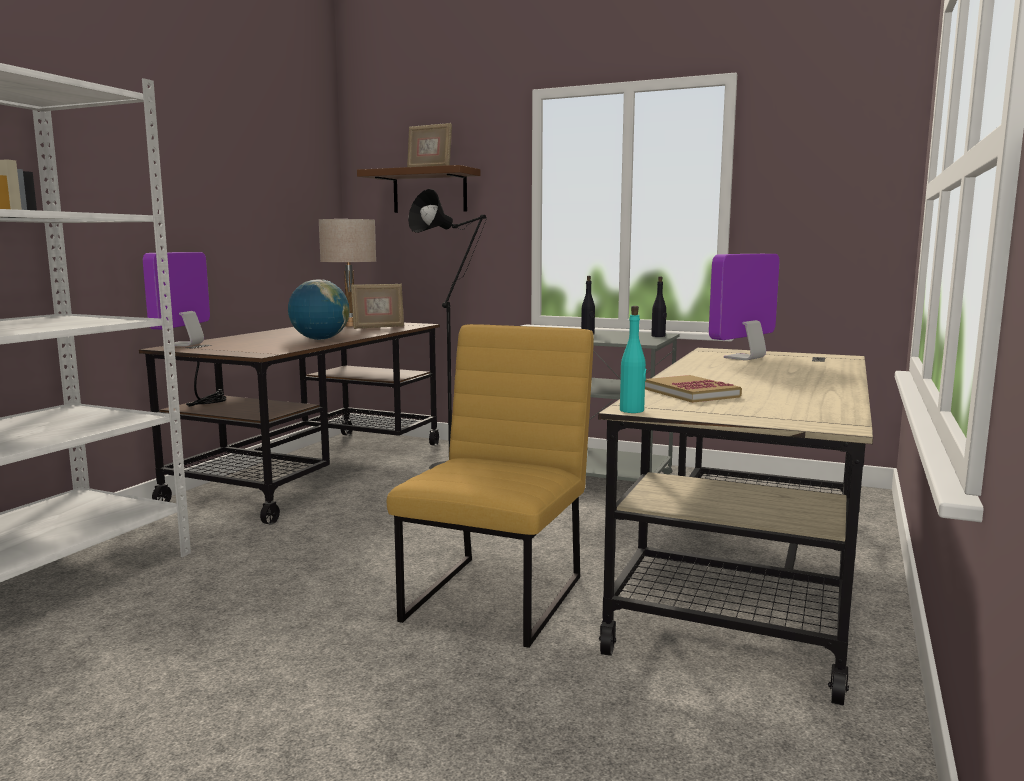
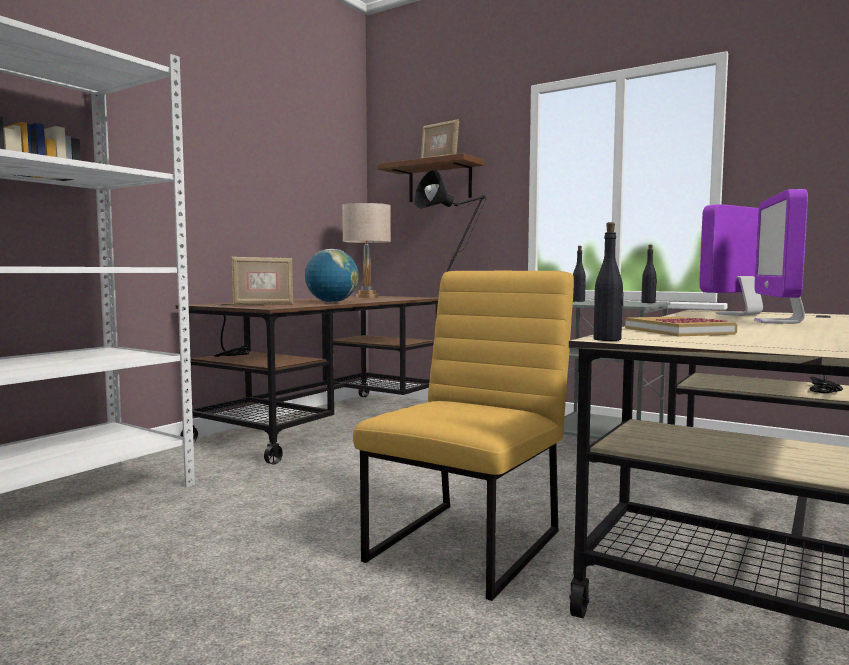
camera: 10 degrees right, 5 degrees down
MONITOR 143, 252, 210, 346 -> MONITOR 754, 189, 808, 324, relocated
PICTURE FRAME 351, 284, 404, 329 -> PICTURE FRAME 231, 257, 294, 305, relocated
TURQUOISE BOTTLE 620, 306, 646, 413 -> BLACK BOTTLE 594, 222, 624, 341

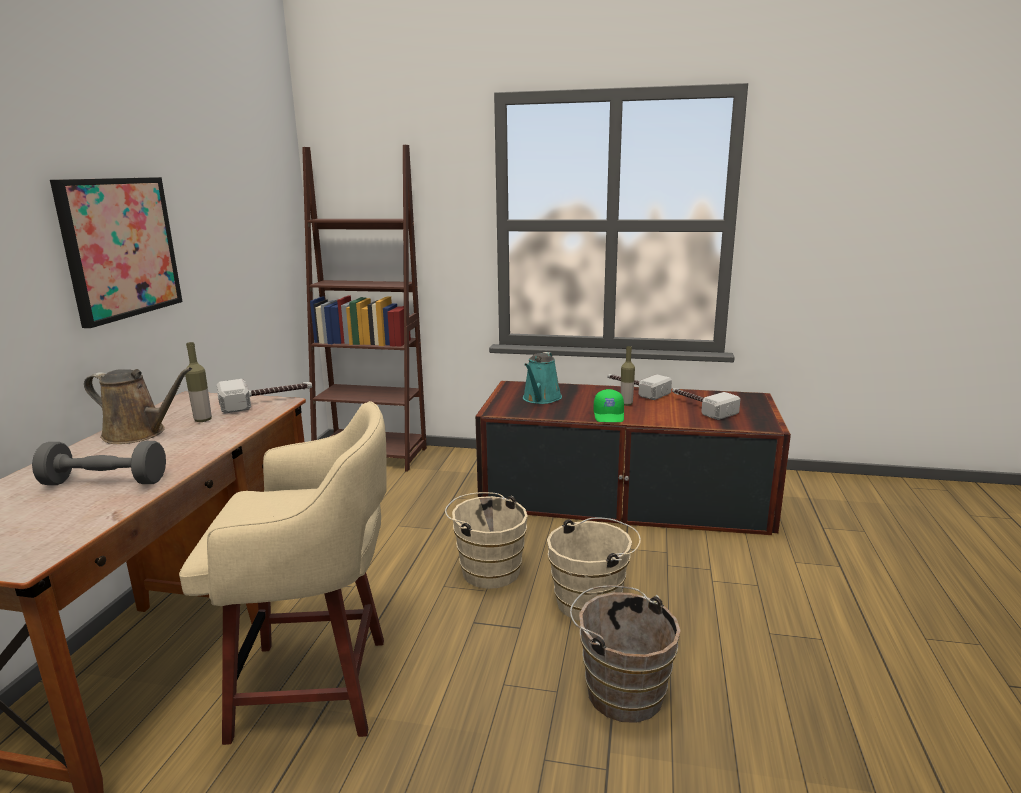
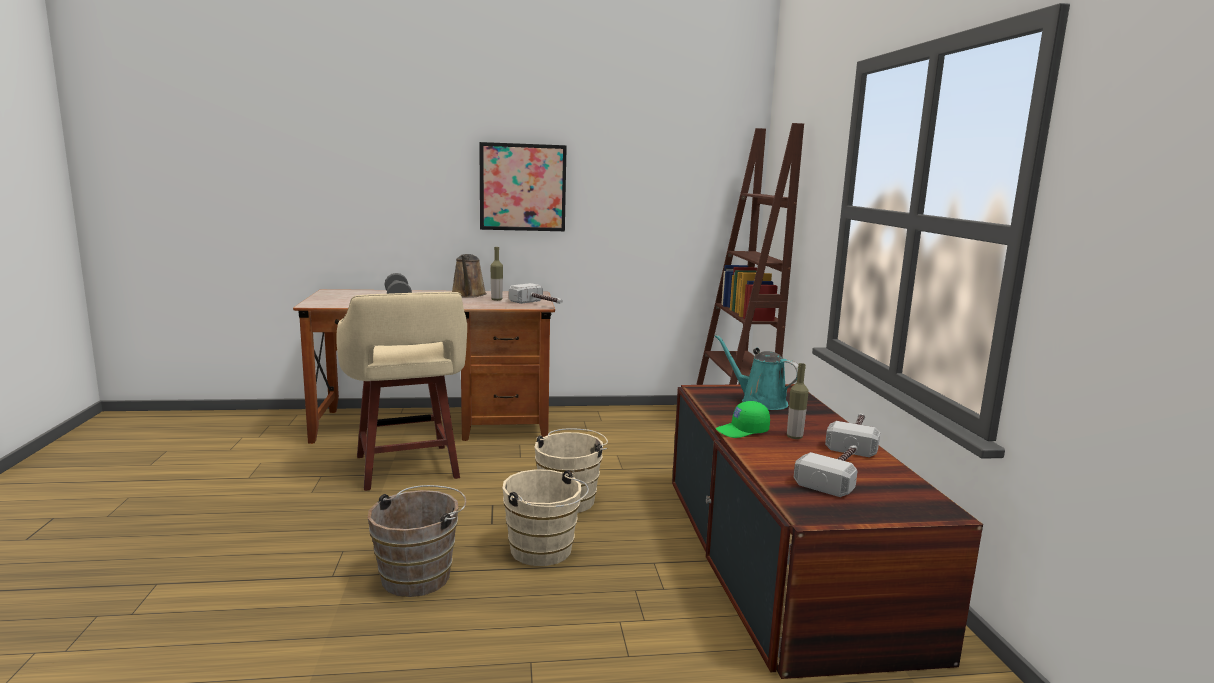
camera: 70 degrees right, 5 degrees down
TURQUOISE WATERING CAN 523, 352, 562, 404 -> TURQUOISE WATERING CAN 715, 335, 798, 410, 45 degrees clockwise

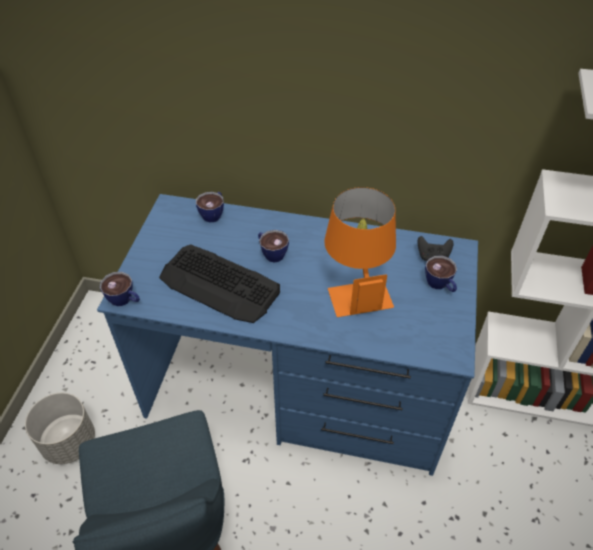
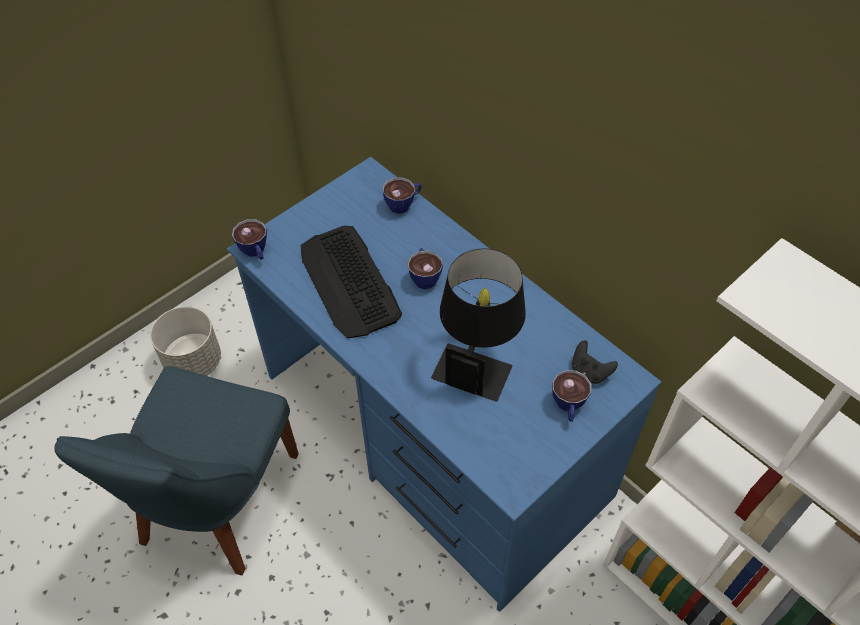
camera: 35 degrees right, 5 degrees up
ORANGE TABLE LAMP 325, 187, 396, 317 -> BLACK TABLE LAMP 431, 248, 526, 402

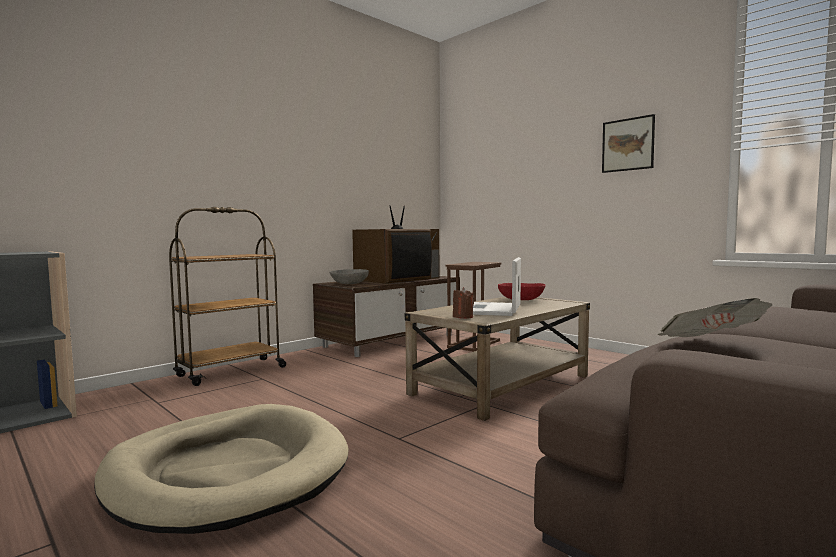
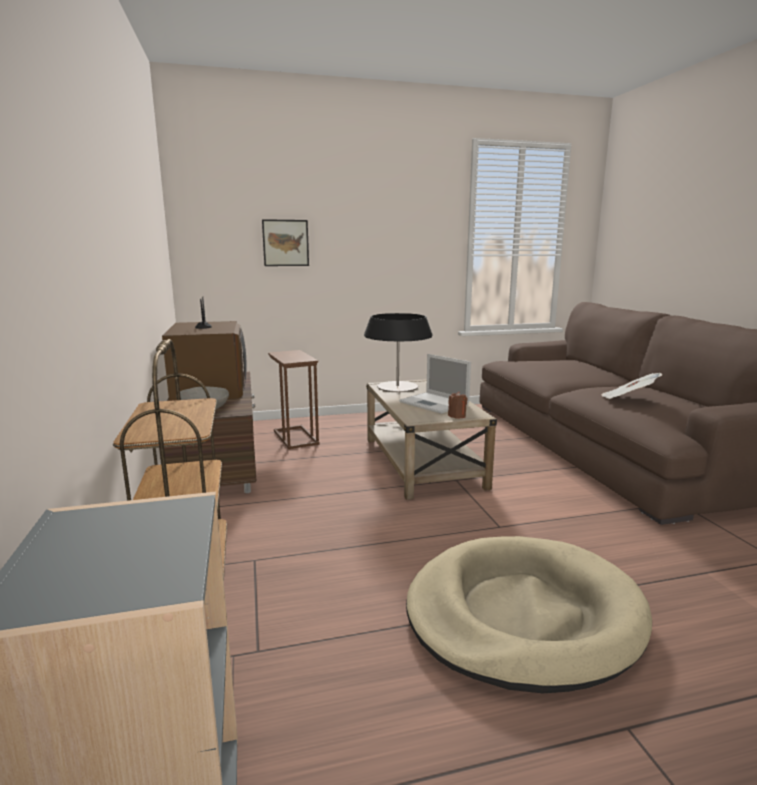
camera: 60 degrees left, 10 degrees up
PICTURE 602, 114, 655, 173 -> PICTURE 262, 219, 309, 266, relocated
RED BOWL 498, 283, 546, 300 -> TABLE LAMP 364, 313, 432, 393

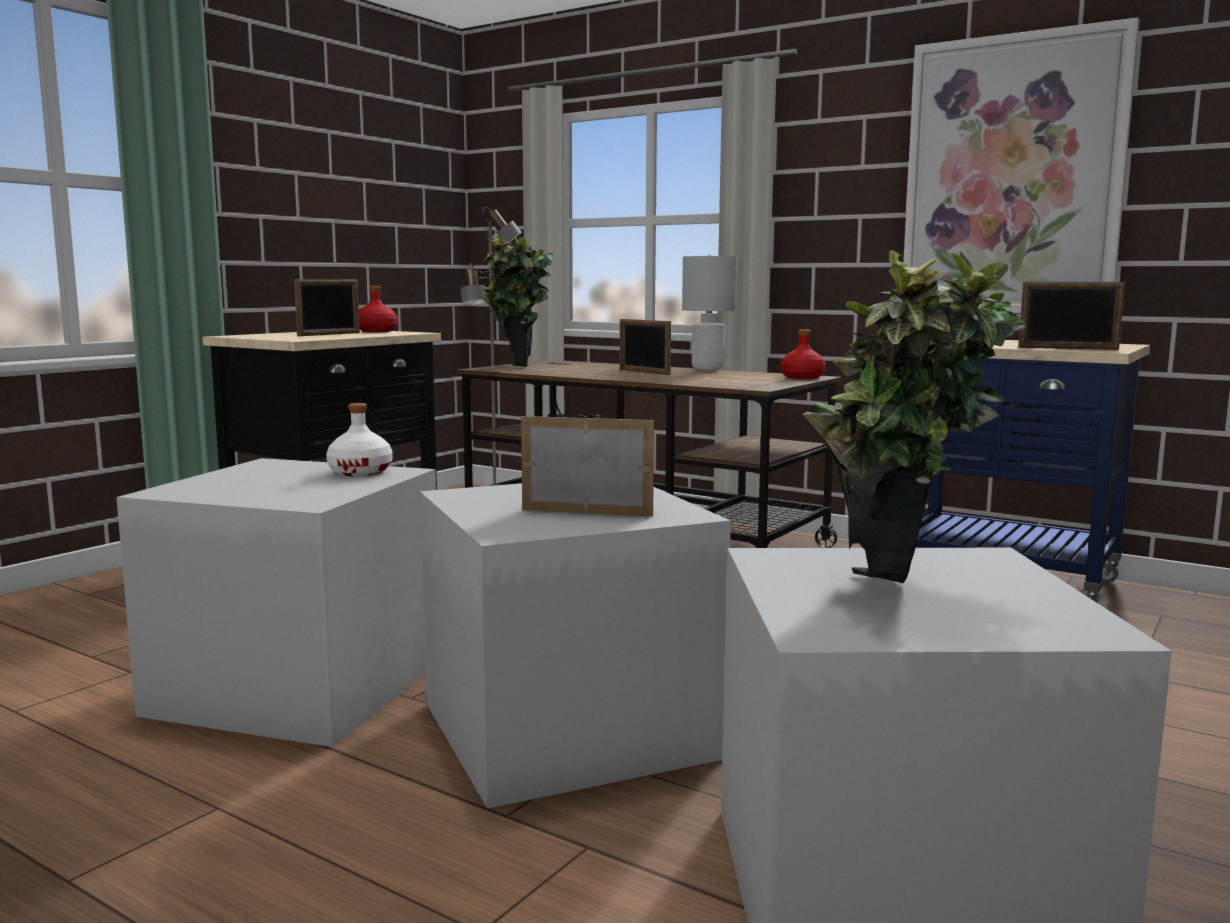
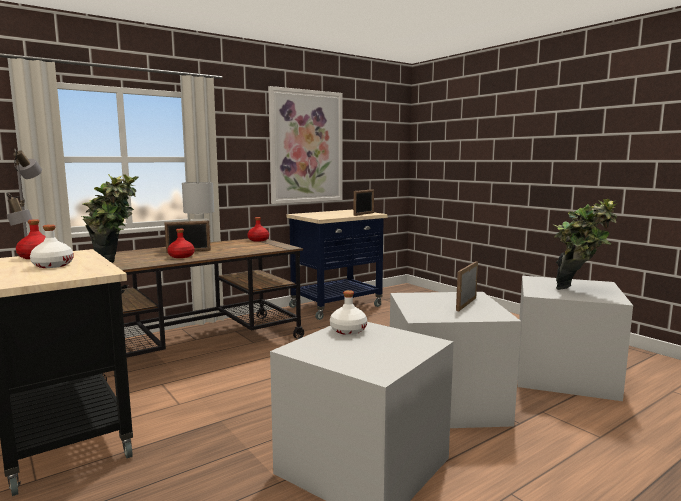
camera: 70 degrees left, 0 degrees up
PICTURE FRAME 294, 279, 360, 336 -> WHITE BOTTLE 30, 225, 74, 268
none -> RED BOTTLE 167, 229, 195, 258

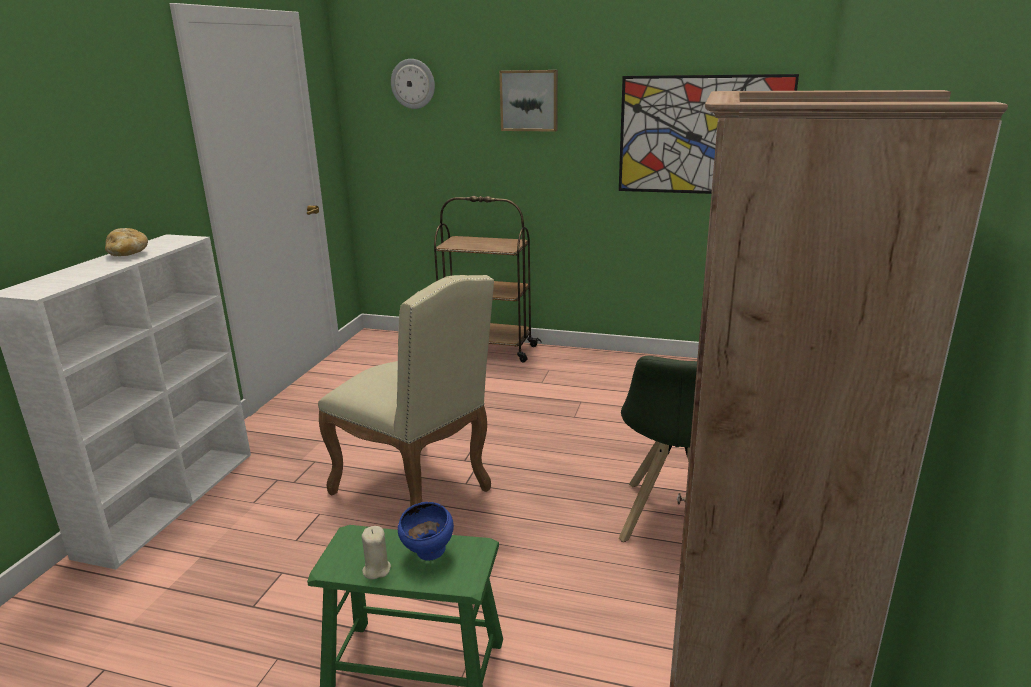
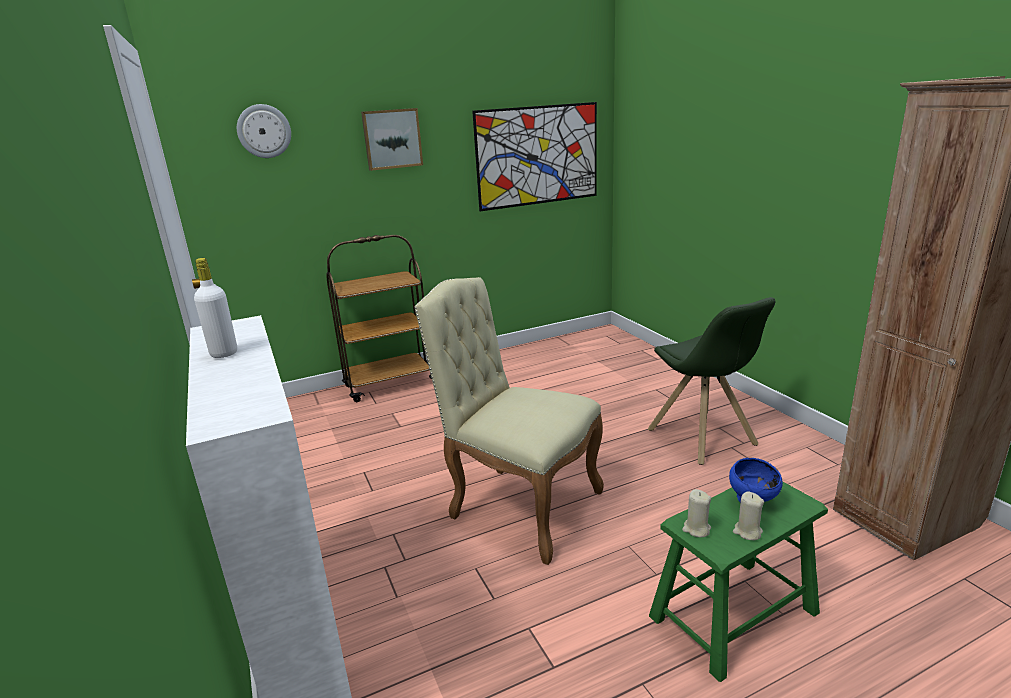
camera: 40 degrees left, 0 degrees up
BREAD 105, 228, 148, 256 -> WHITE BOTTLE 194, 258, 237, 358
BEIGE CHAIR 318, 275, 494, 507 -> BEIGE CHAIR 414, 277, 604, 565, 150 degrees counterclockwise
none -> BEIGE CANDLE 682, 489, 711, 537

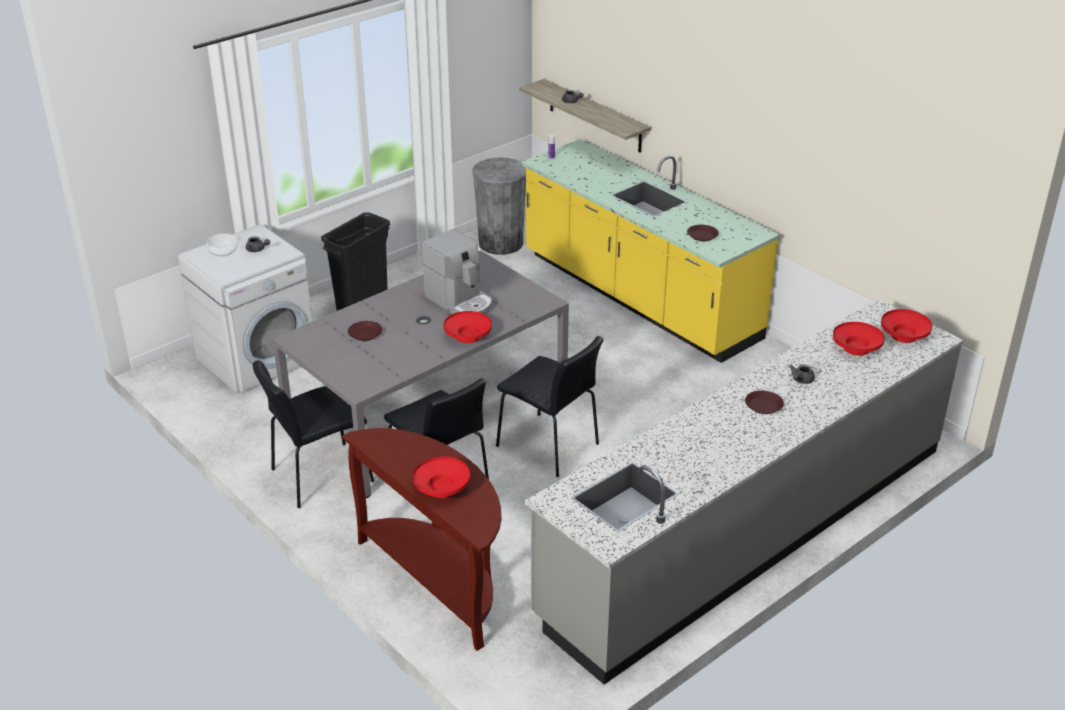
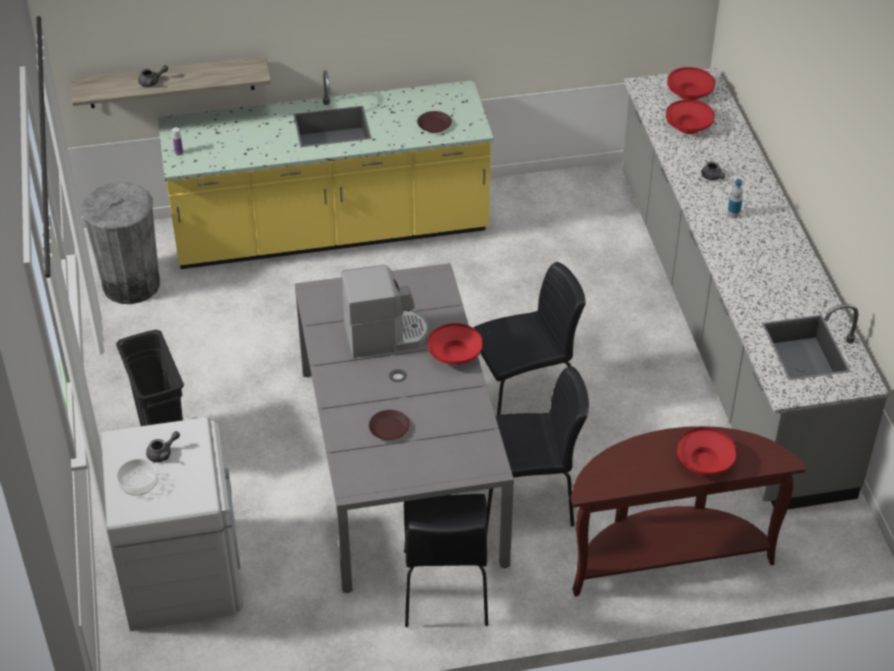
camera: 60 degrees left, 10 degrees up
BROWN PLATE 745, 391, 784, 414 -> BOTTLE 727, 179, 743, 218

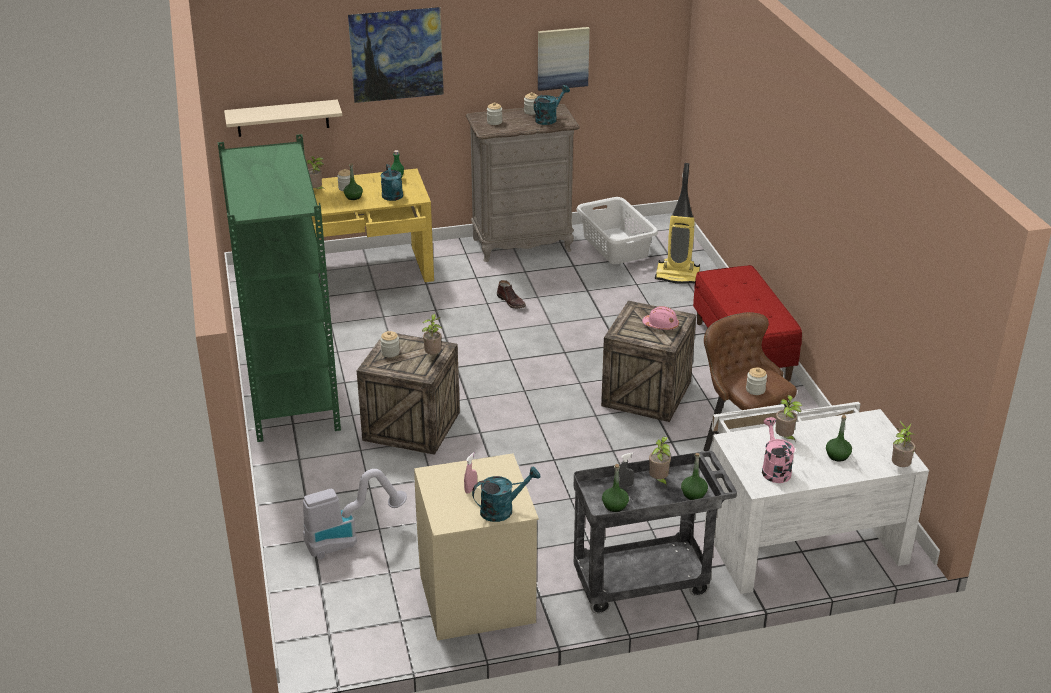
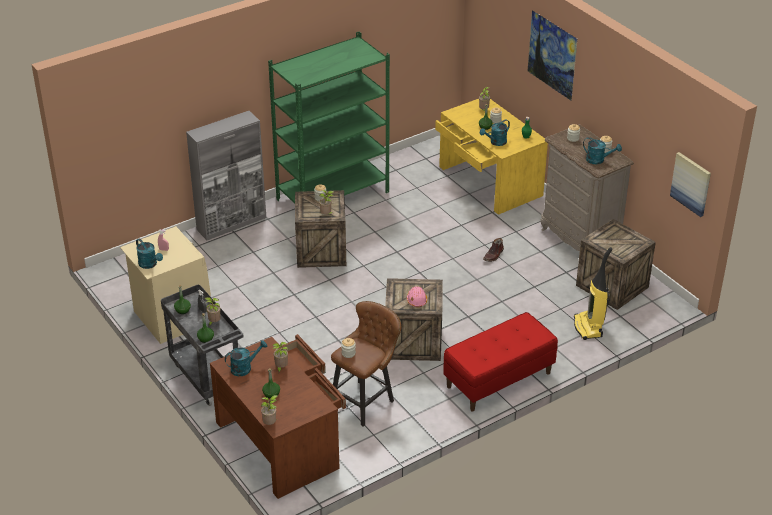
camera: 70 degrees right, 5 degrees up
PICTURE 538, 27, 590, 91 -> PICTURE 670, 152, 711, 217, relocated
BEIGE SHELF 224, 99, 342, 137 -> none
WHITE LAUNDRY BASKET 576, 197, 658, 264 -> CRATE 576, 219, 656, 310
WHITE DESK 704, 402, 929, 594 -> BROWN DESK 210, 334, 346, 499
PINK WATERING CAN 762, 417, 795, 483 -> TURQUOISE WATERING CAN 225, 340, 267, 376
VACUUM CLEANER 303, 469, 407, 559 -> none
none -> GREY CABINET 186, 111, 266, 240

